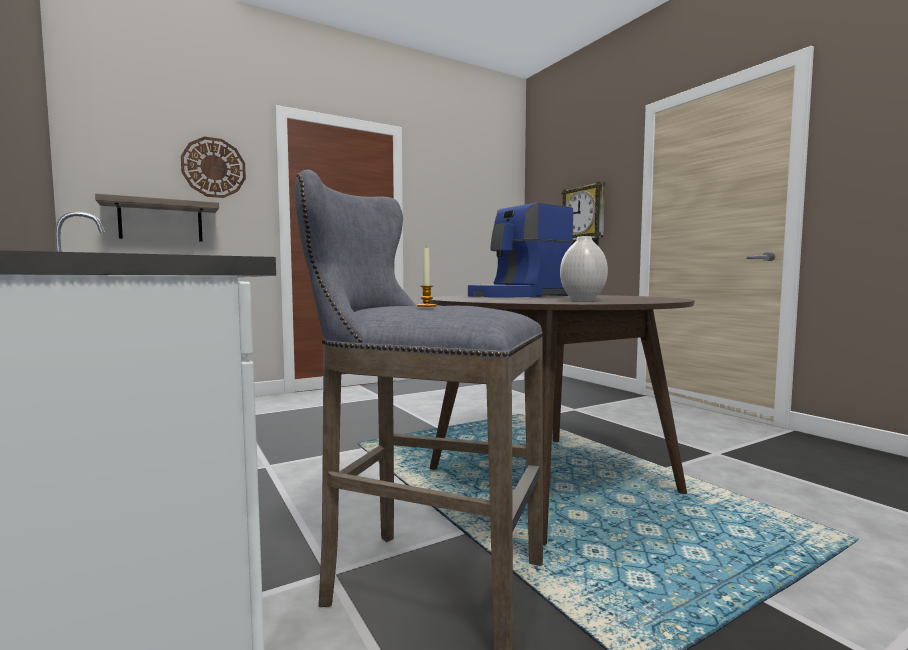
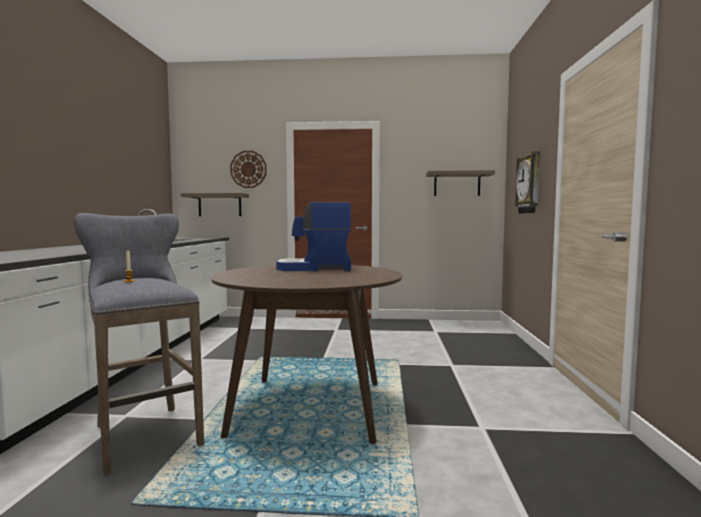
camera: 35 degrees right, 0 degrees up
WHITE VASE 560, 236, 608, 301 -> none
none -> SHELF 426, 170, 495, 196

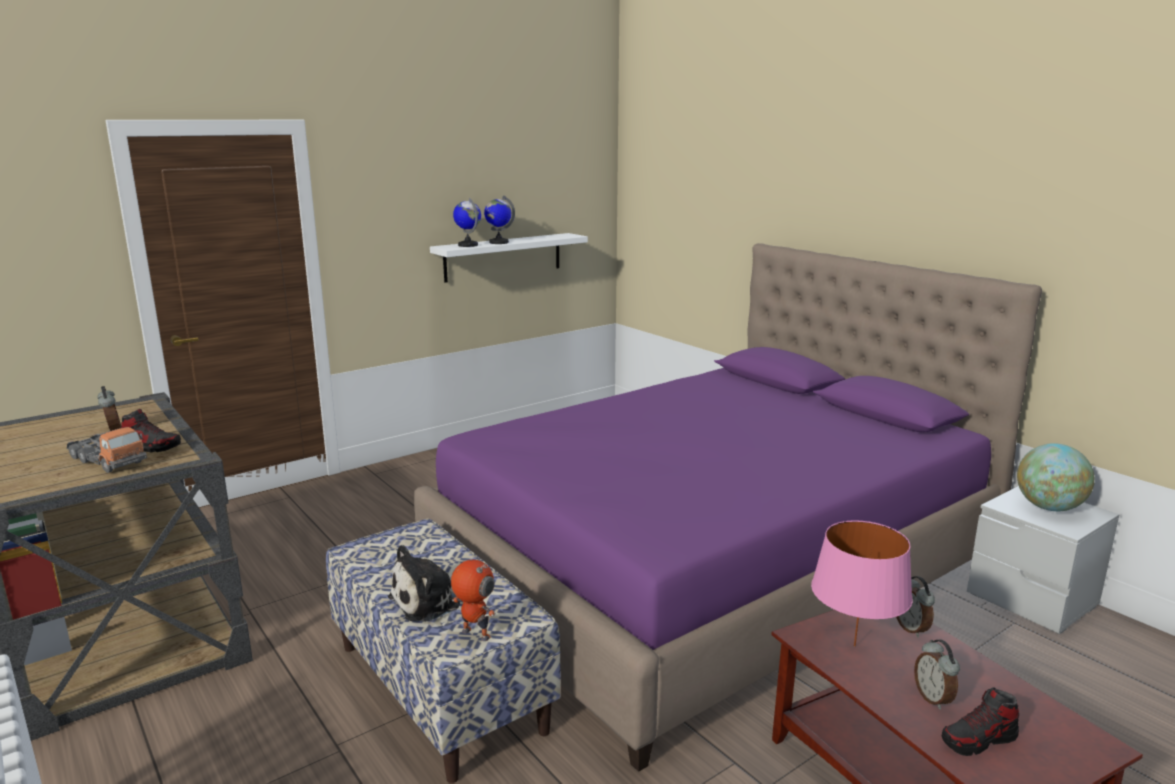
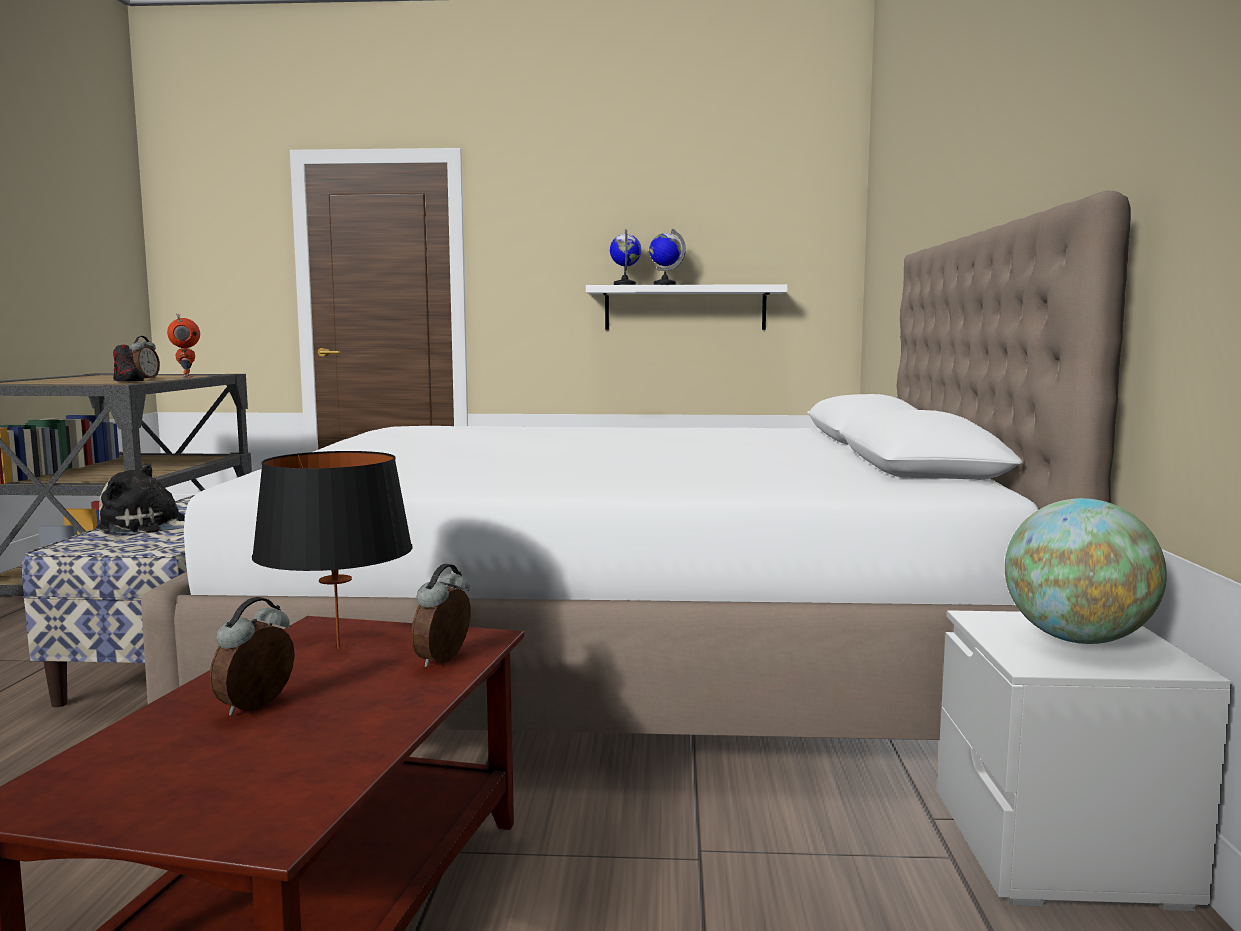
camera: 40 degrees right, 10 degrees down
PURPLE BED 414, 243, 1042, 772 -> WHITE BED 141, 191, 1131, 740
TOY TRUCK 67, 427, 147, 473 -> none
PINK TABLE LAMP 811, 520, 913, 646 -> BLACK TABLE LAMP 252, 451, 412, 649
TOY ROBOT 451, 560, 495, 641 -> TOY ROBOT 167, 313, 200, 378, relocated
SHOE 942, 687, 1019, 756 -> none

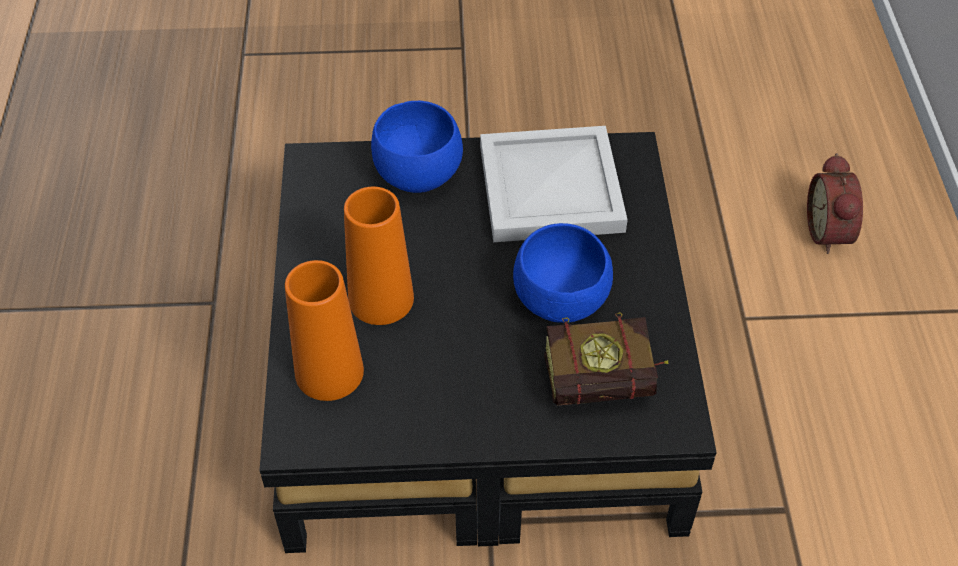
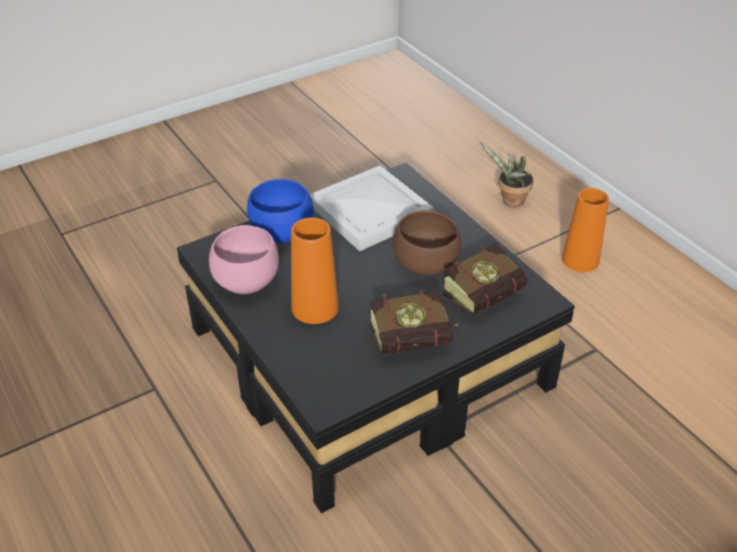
camera: 30 degrees left, 10 degrees down
ALARM CLOCK 807, 153, 863, 254 -> POTTED PLANT 480, 142, 534, 207
BLUE BOWL 513, 223, 613, 323 -> BROWN BOWL 393, 210, 461, 275
ORANGE VASE 285, 260, 364, 401 -> ORANGE VASE 562, 188, 609, 272, relocated
none -> PINK BOWL 209, 225, 279, 294
none -> BOOK 370, 288, 458, 355

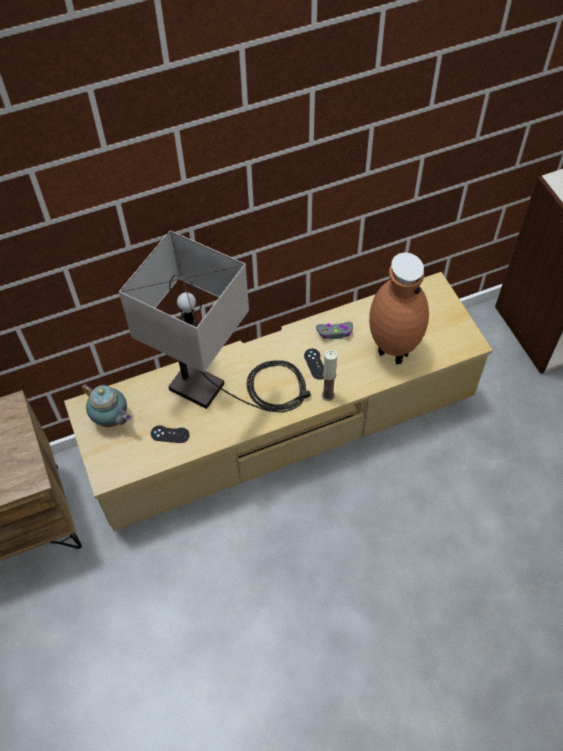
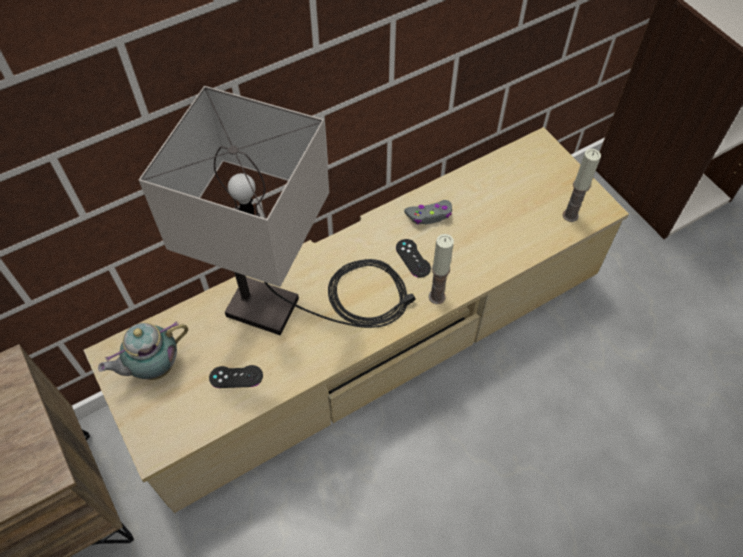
camera: 10 degrees left, 0 degrees up
BROWN VASE 369, 252, 429, 365 -> none
TEAPOT 81, 384, 132, 427 -> TEAPOT 98, 321, 188, 380, 120 degrees clockwise
none -> CANDLE 562, 149, 601, 222

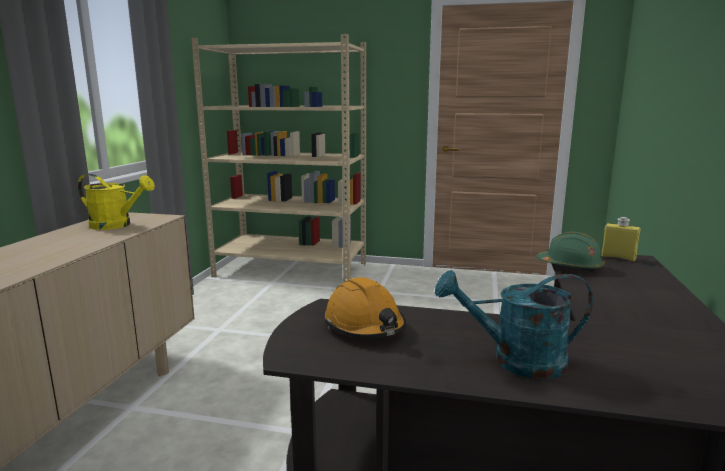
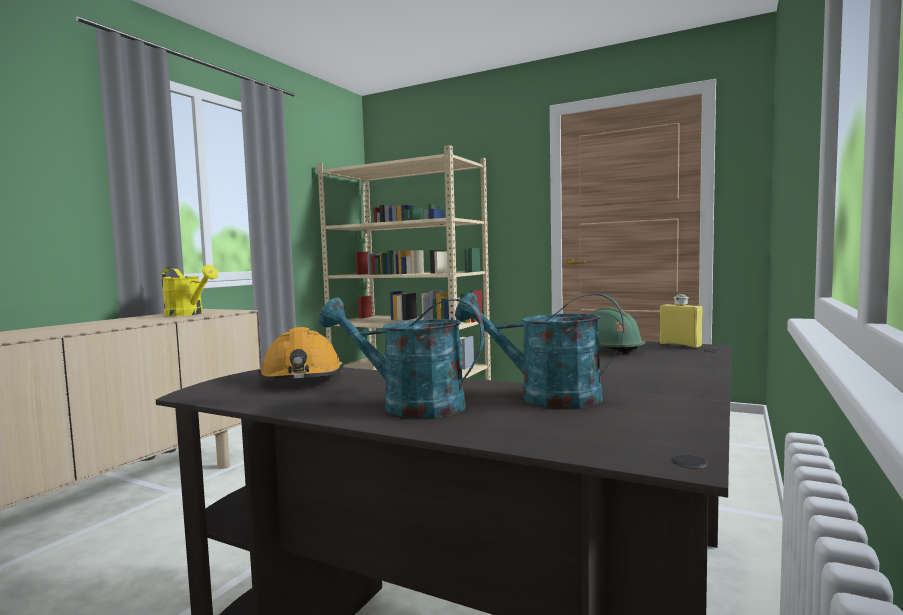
camera: 15 degrees right, 10 degrees down
none -> TURQUOISE WATERING CAN 455, 292, 624, 408

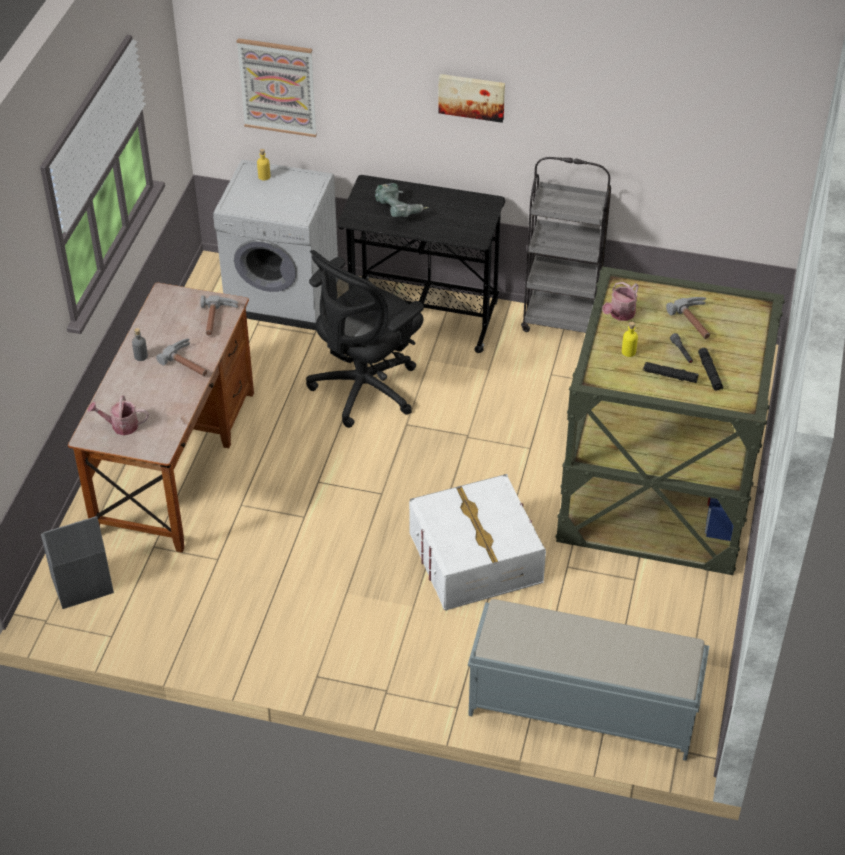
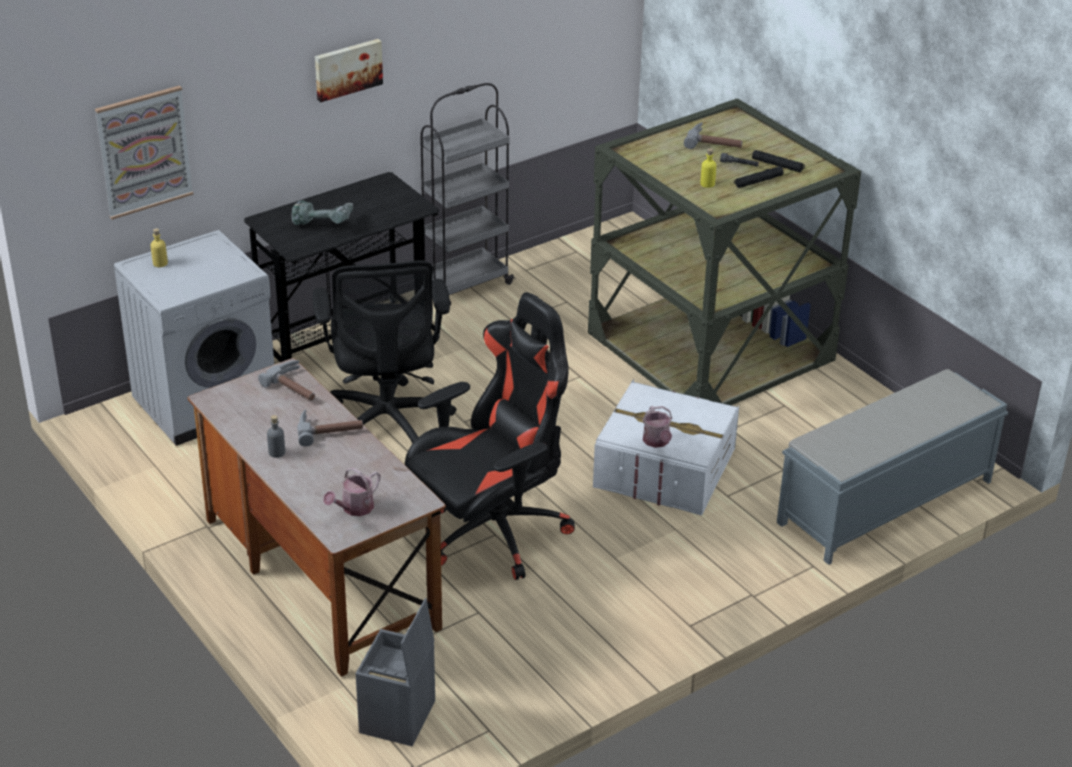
camera: 50 degrees left, 10 degrees down
WATERING CAN 602, 282, 639, 321 -> WATERING CAN 642, 406, 672, 448, relocated
none -> BLACK OFFICE CHAIR 405, 292, 575, 580

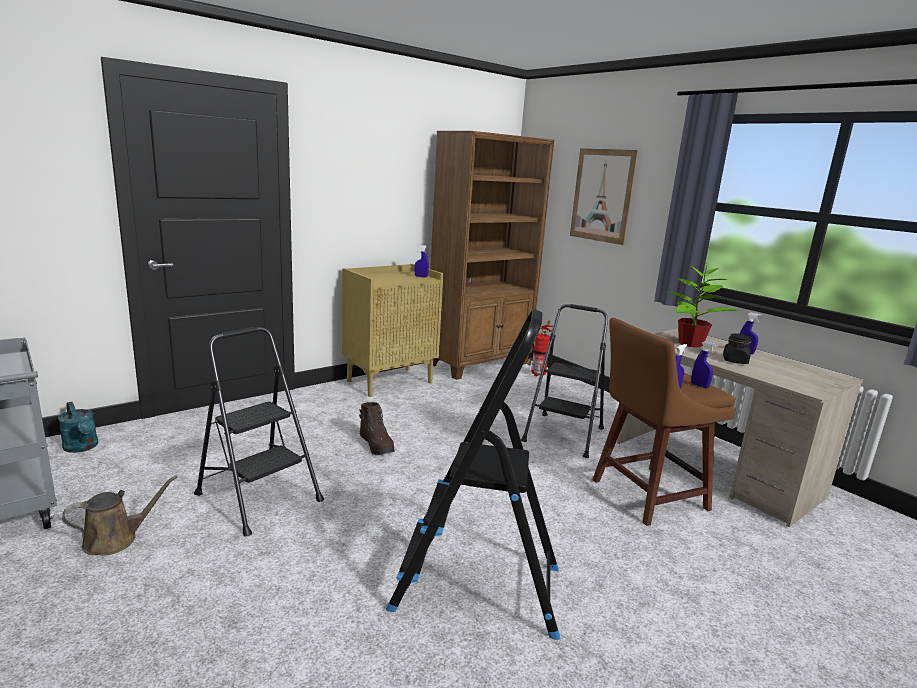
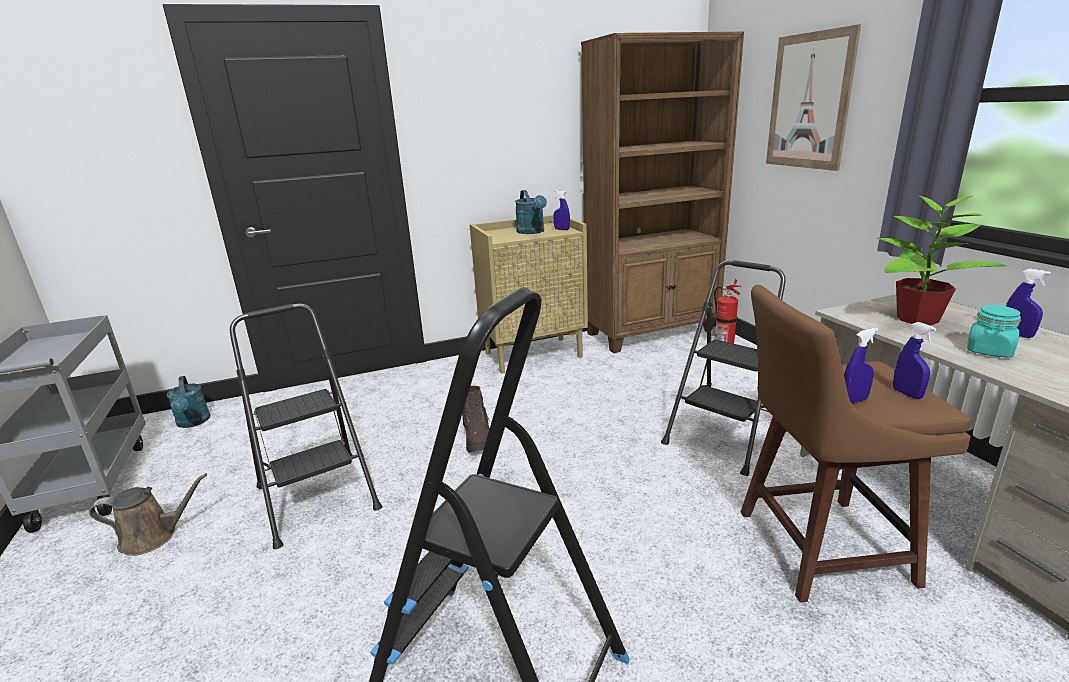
camera: 20 degrees right, 5 degrees up
BLACK JAR 723, 333, 751, 364 -> TURQUOISE JAR 967, 305, 1021, 358
none -> TURQUOISE WATERING CAN 515, 190, 547, 234

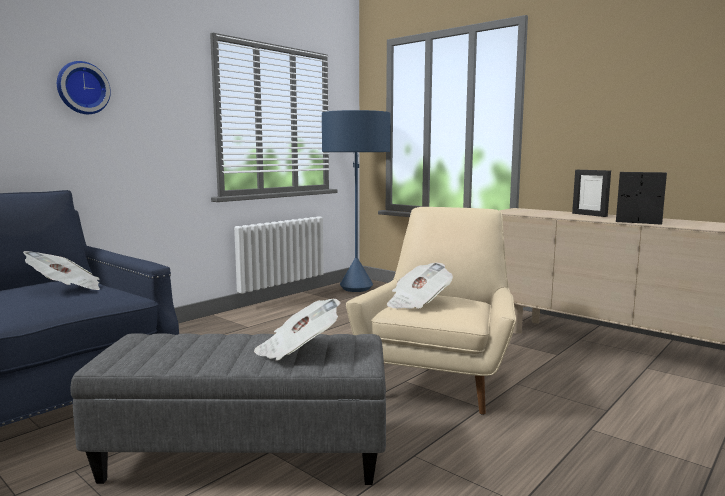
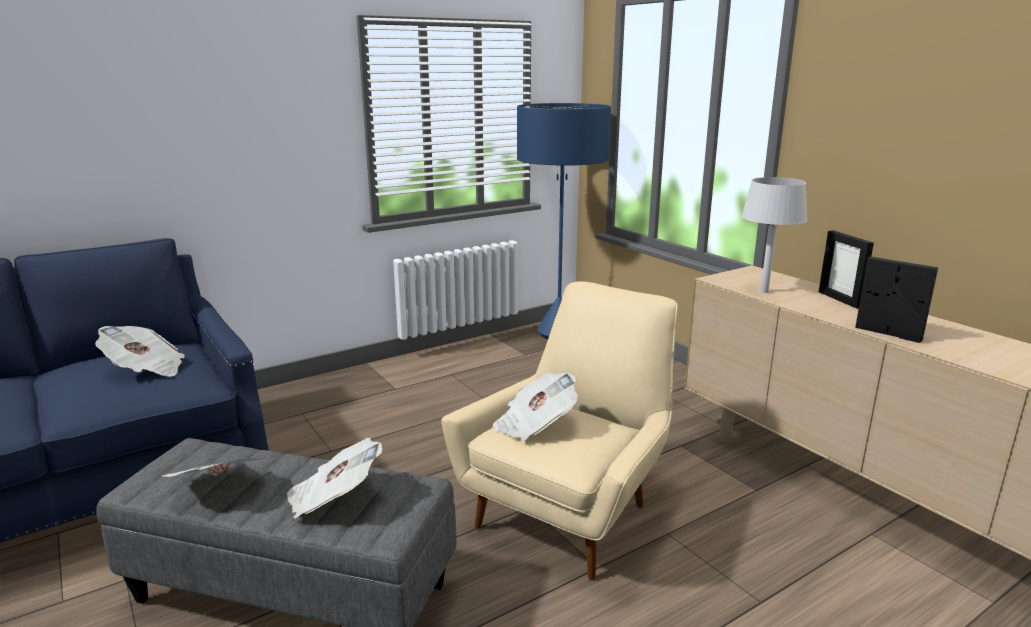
camera: 15 degrees right, 10 degrees up
WALL CLOCK 57, 61, 111, 114 -> none
none -> GREY TABLE LAMP 741, 177, 808, 293
none -> NEWSPAPER 162, 458, 265, 477

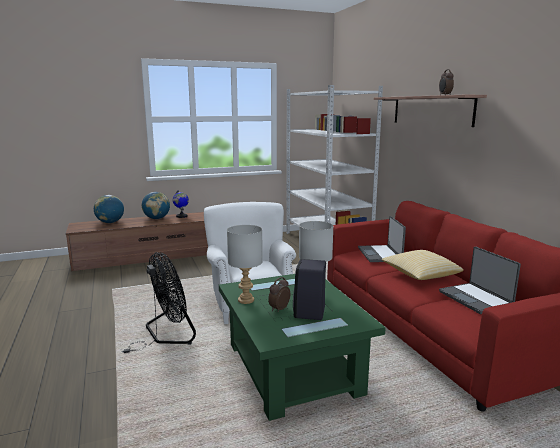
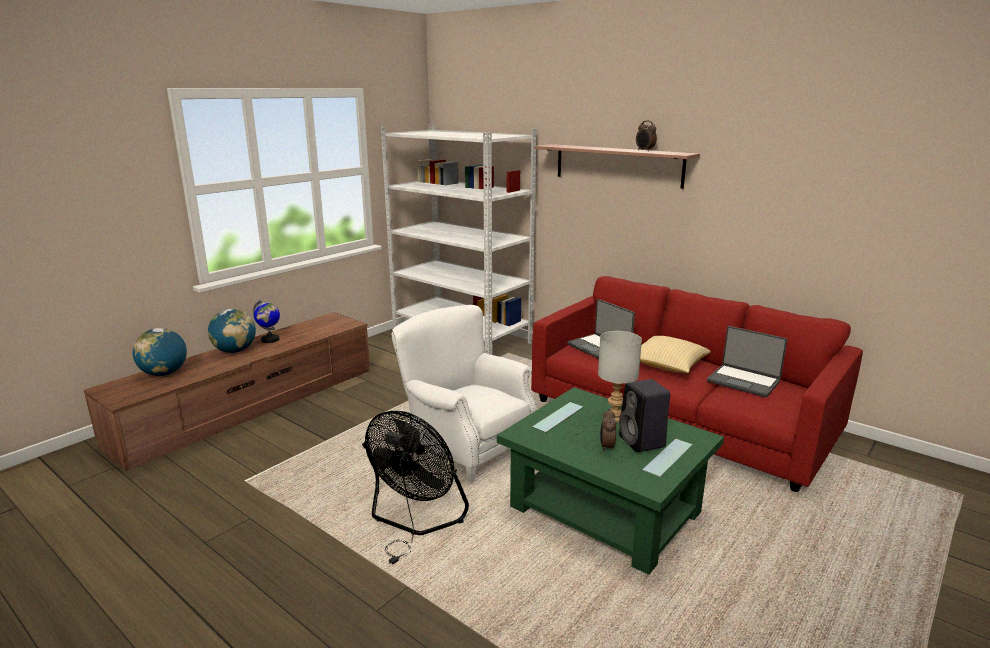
camera: 30 degrees left, 5 degrees up
GREY TABLE LAMP 227, 225, 263, 304 -> none

